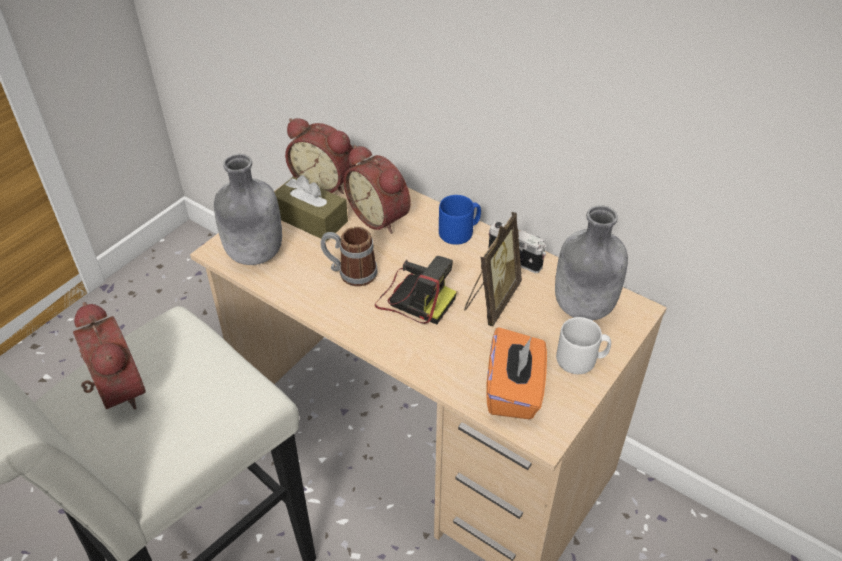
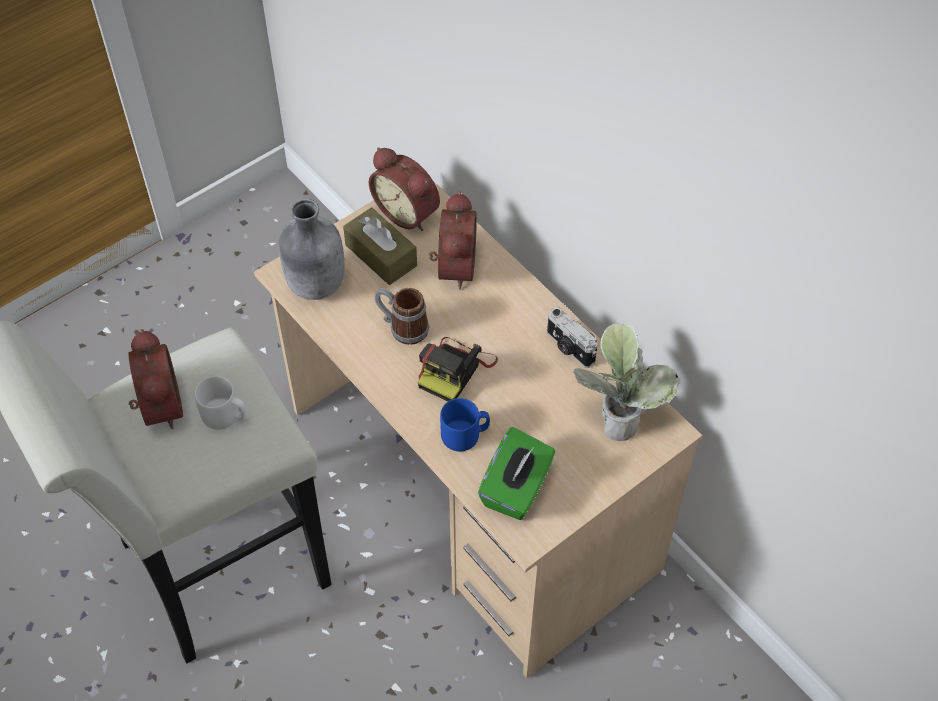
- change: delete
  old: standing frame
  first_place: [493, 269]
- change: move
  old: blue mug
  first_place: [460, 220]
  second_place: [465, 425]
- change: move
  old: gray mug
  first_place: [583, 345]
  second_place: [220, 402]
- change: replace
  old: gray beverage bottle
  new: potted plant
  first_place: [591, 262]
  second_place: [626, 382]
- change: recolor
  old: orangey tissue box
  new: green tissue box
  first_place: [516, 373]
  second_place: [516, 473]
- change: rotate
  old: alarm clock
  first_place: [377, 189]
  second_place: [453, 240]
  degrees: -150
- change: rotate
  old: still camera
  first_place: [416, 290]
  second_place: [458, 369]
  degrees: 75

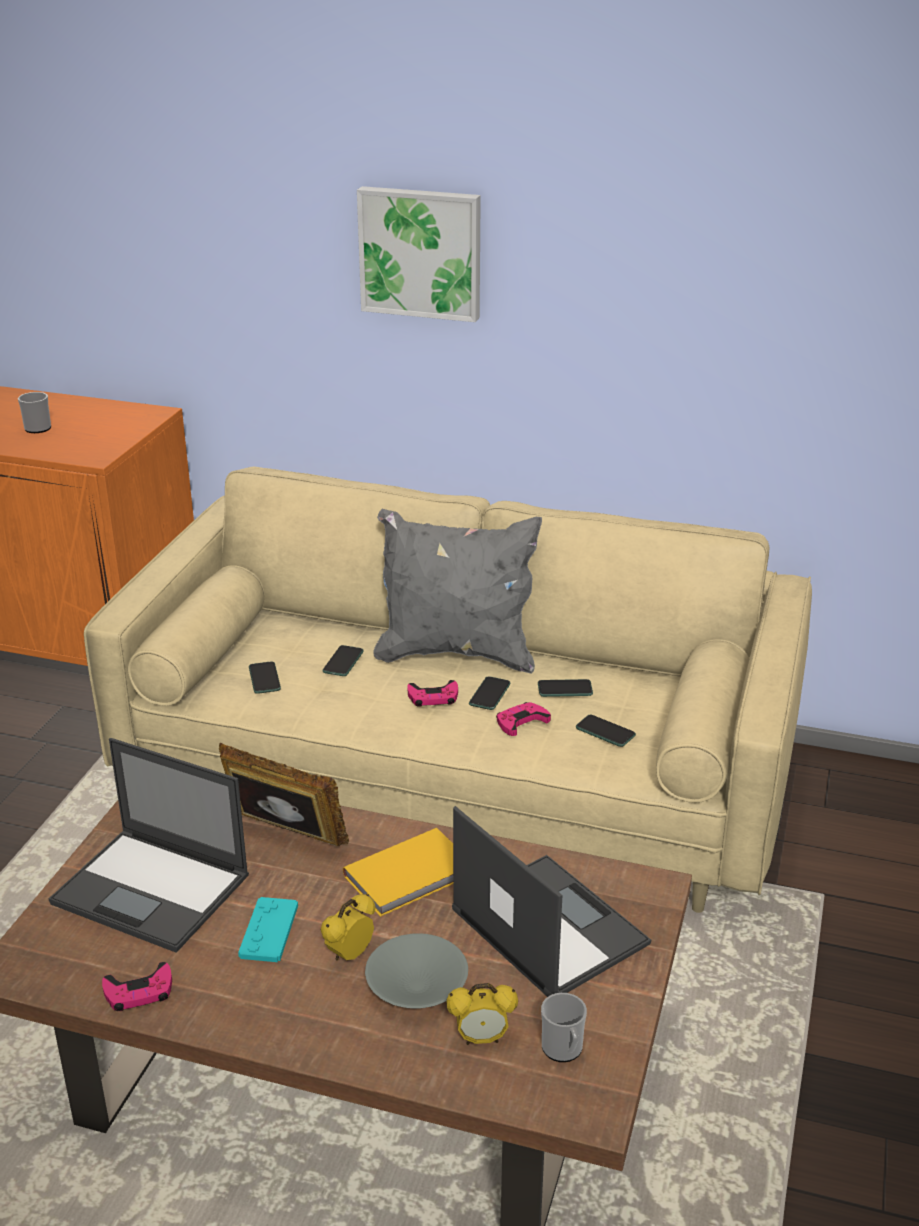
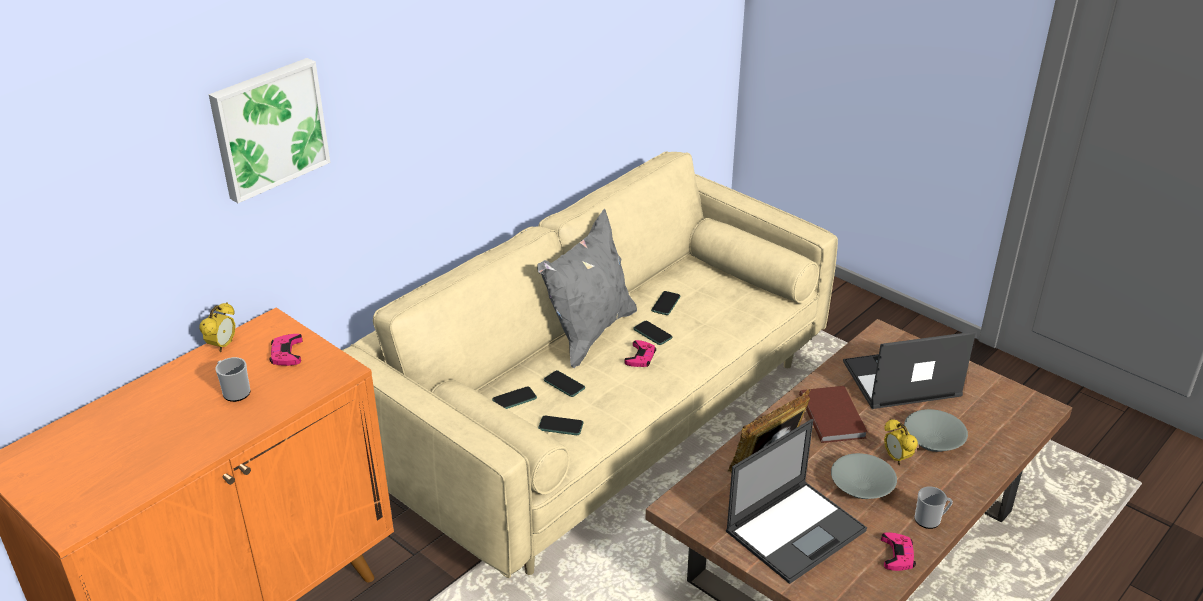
- change: move
  old: wall picture
  first_place: [419, 254]
  second_place: [269, 130]
- change: move
  old: alarm clock
  first_place: [482, 1014]
  second_place: [217, 327]
- change: move
  old: pink-coloured joypad
  first_place: [523, 719]
  second_place: [286, 350]
- change: move
  old: mug
  first_place: [564, 1027]
  second_place: [934, 507]
- change: move
  old: handset
  first_place: [606, 731]
  second_place: [514, 397]
- change: replace
  old: turquoise-coloured joypad
  new: gray bowl
  first_place: [268, 929]
  second_place: [864, 476]
- change: recolor
  old: yellowish volume
  new: brownish volume
  first_place: [398, 872]
  second_place: [833, 414]

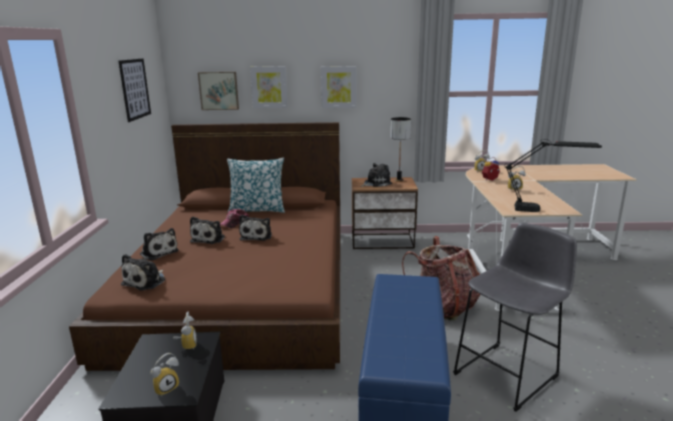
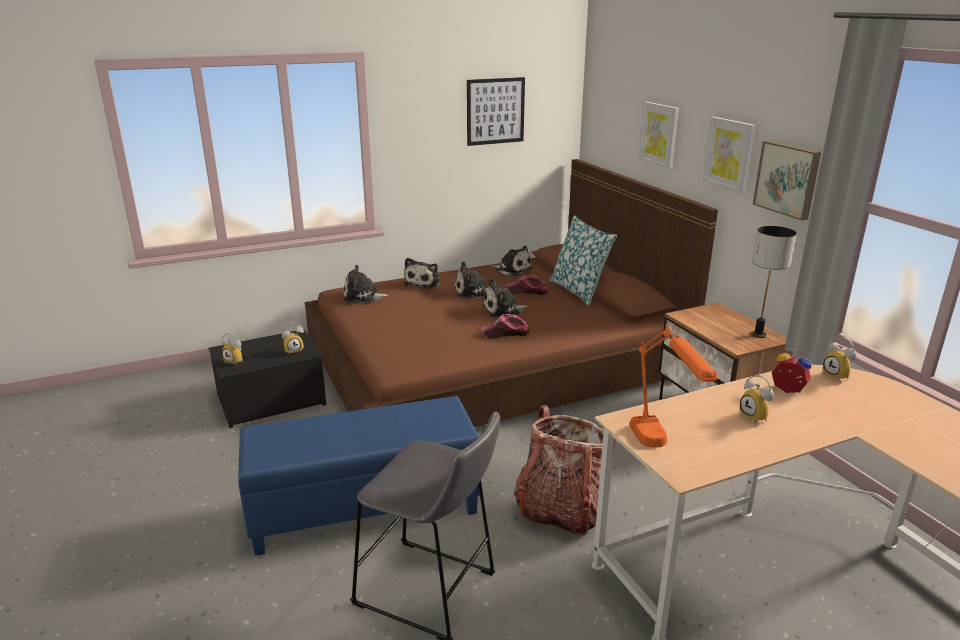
- change: insert
  new: peaked cap
  second_place: [505, 326]
- change: move
  old: wall picture
  first_place: [218, 91]
  second_place: [787, 181]
- change: move
  old: soft toy
  first_place: [376, 175]
  second_place: [511, 261]
- change: recolor
  old: black tabletop lamp
  new: orangey tabletop lamp
  first_place: [553, 175]
  second_place: [673, 385]

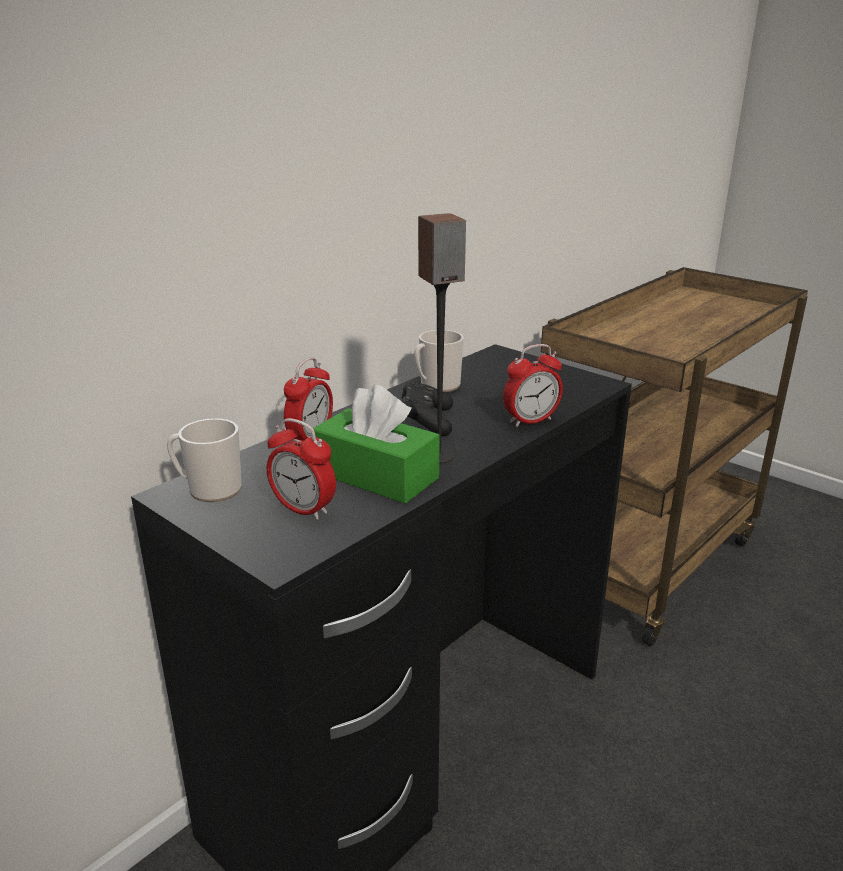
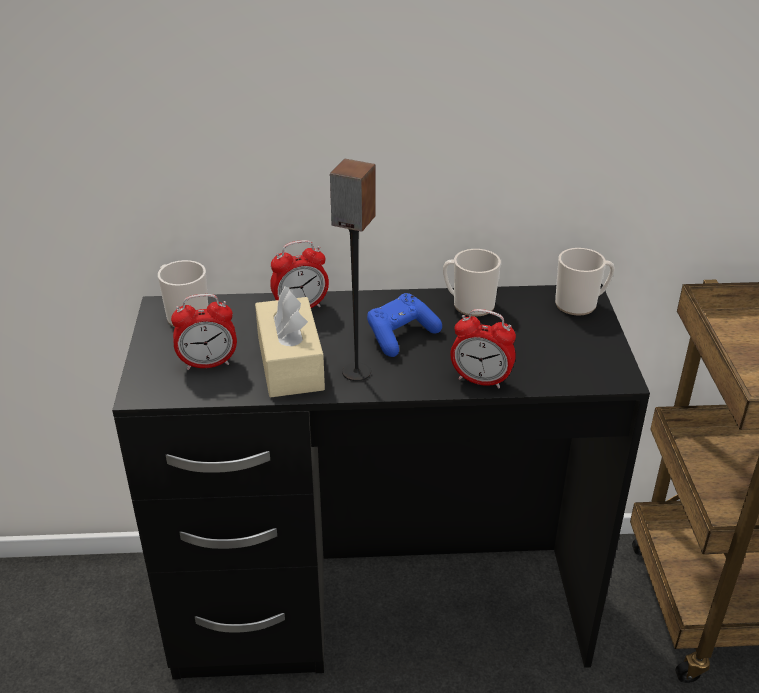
- change: insert
  new: mug
  second_place: [585, 282]
- change: recolor
  old: green tissue box
  new: beige-coloured tissue box
  first_place: [376, 444]
  second_place: [290, 342]
- change: recolor
  old: black joypad
  new: blue joypad
  first_place: [427, 409]
  second_place: [404, 325]
- change: rotate
  old: alarm clock
  first_place: [301, 469]
  second_place: [204, 332]
  degrees: -90

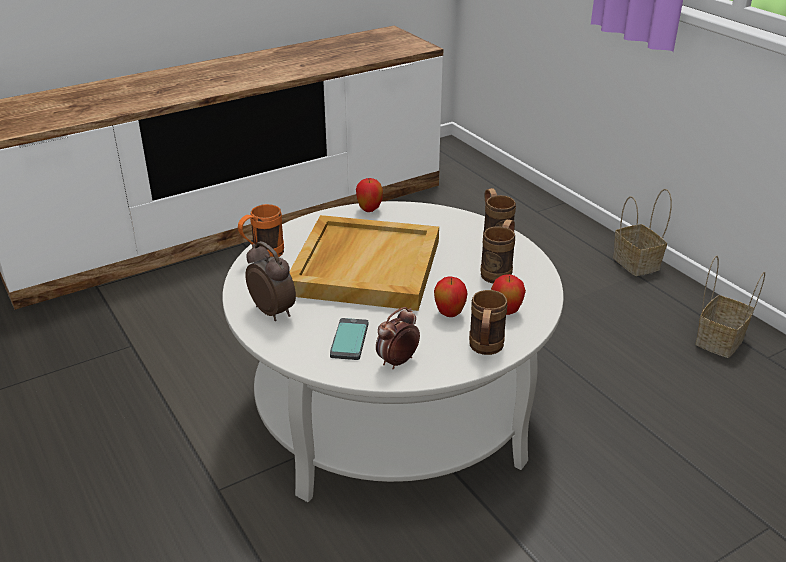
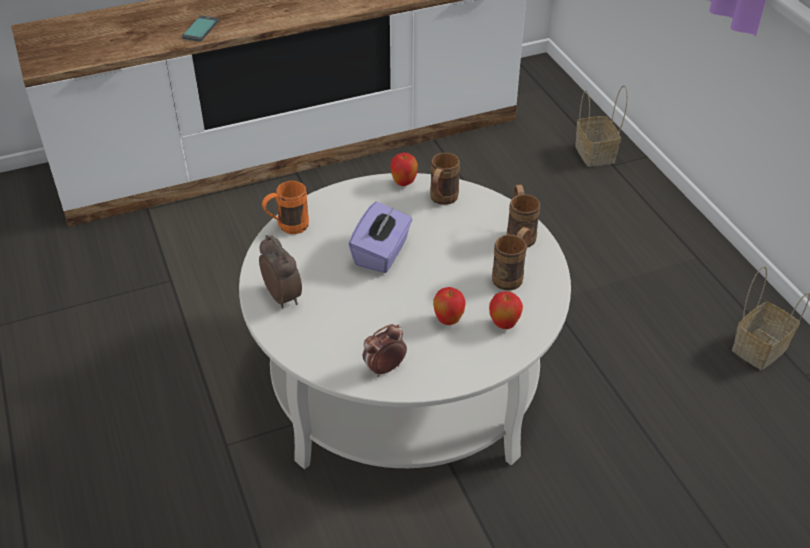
- change: move
  old: handset
  first_place: [349, 339]
  second_place: [200, 28]
- change: move
  old: brownish mug
  first_place: [488, 322]
  second_place: [445, 179]
- change: move
  old: storage basket
  first_place: [642, 232]
  second_place: [601, 126]
- change: replace
  old: beige-coloured carrying tray
  new: purple-coloured tissue box
  first_place: [364, 263]
  second_place: [380, 237]

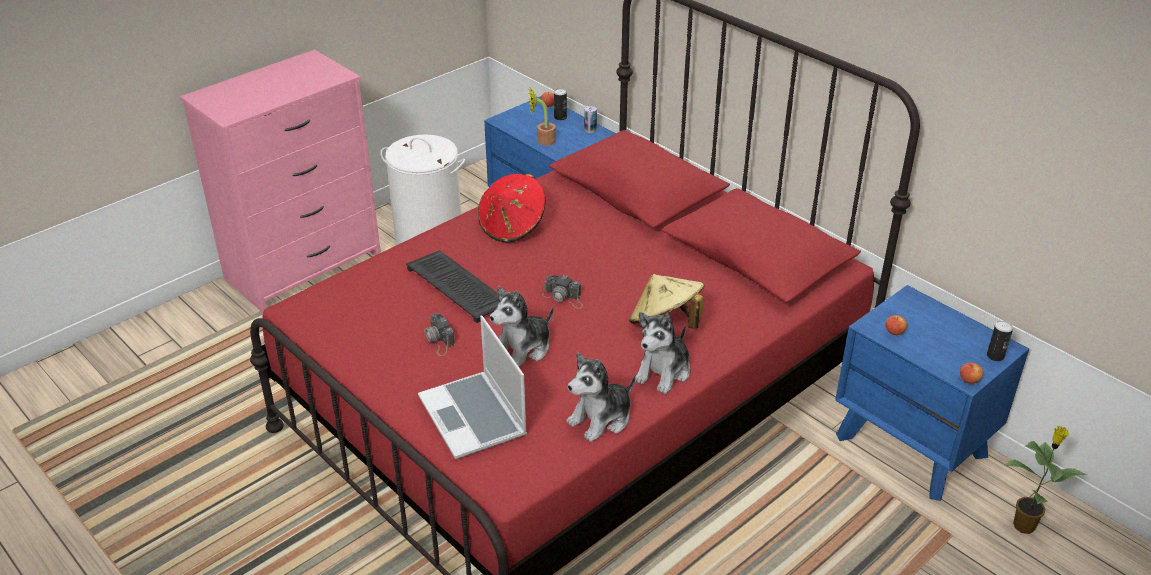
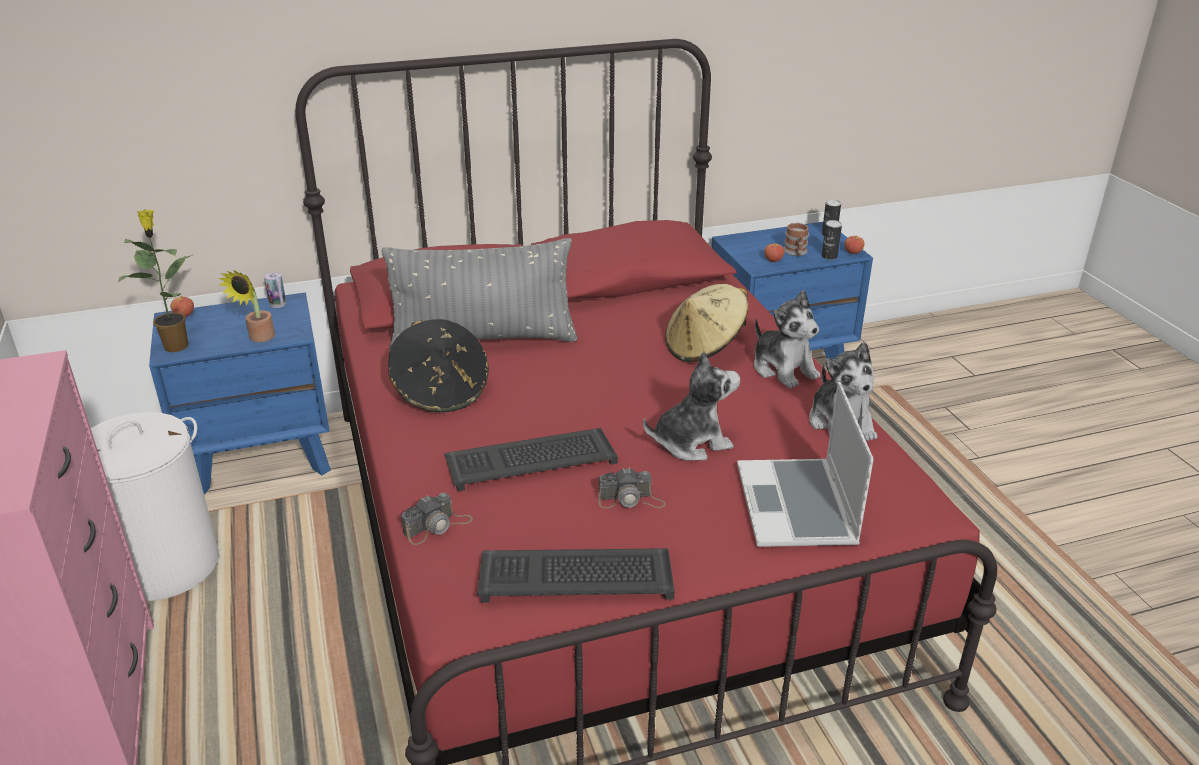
- change: insert
  new: gray cushion
  second_place: [480, 294]
- change: insert
  new: PC keyboard
  second_place: [576, 575]
- change: insert
  new: mug
  second_place: [796, 239]
- change: move
  old: still camera
  first_place: [562, 292]
  second_place: [437, 518]
- change: move
  old: sealed can
  first_place: [560, 104]
  second_place: [832, 240]
- change: move
  old: potted plant
  first_place: [1046, 480]
  second_place: [156, 280]
- change: recolor
  old: red-coloured clothing hat
  new: black clothing hat
  first_place: [512, 208]
  second_place: [438, 366]
- change: rotate
  old: notebook computer
  first_place: [472, 387]
  second_place: [805, 464]
  degrees: 90
- change: rotate
  old: soft toy
  first_place: [521, 326]
  second_place: [691, 406]
  degrees: -90

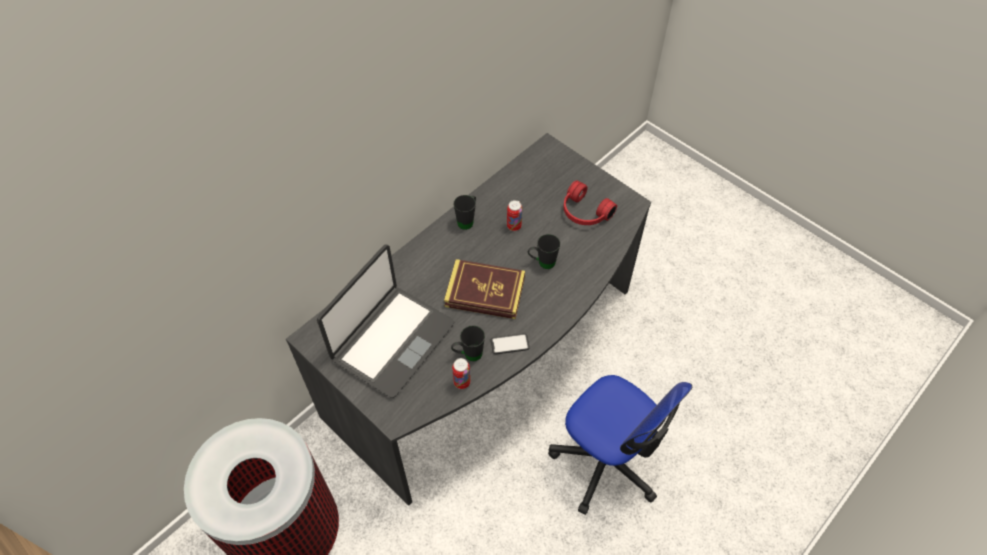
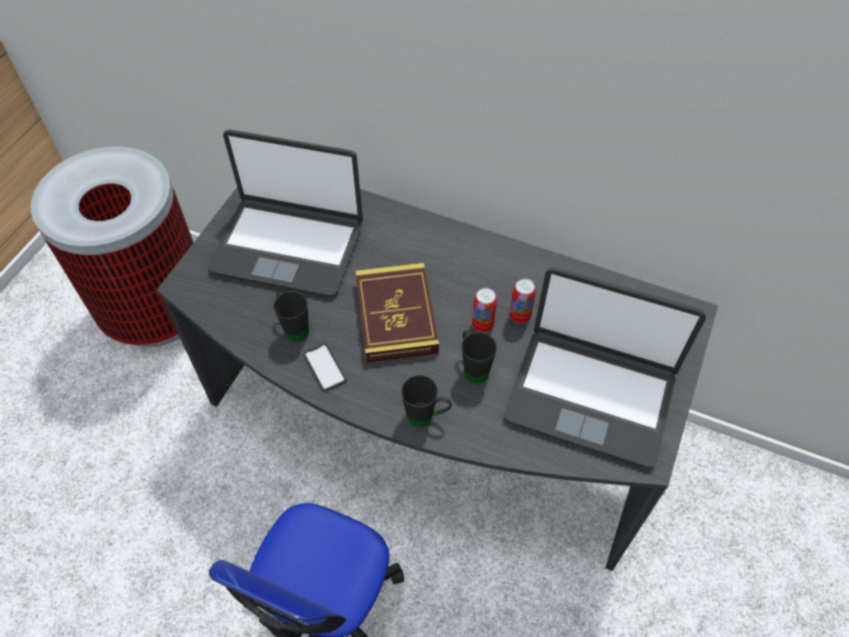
- change: move
  old: sealed can
  first_place: [461, 373]
  second_place: [484, 310]
- change: move
  old: black mug
  first_place: [465, 212]
  second_place: [426, 401]
- change: replace
  old: red-coloured headset
  new: notebook computer
  first_place: [590, 202]
  second_place: [605, 367]

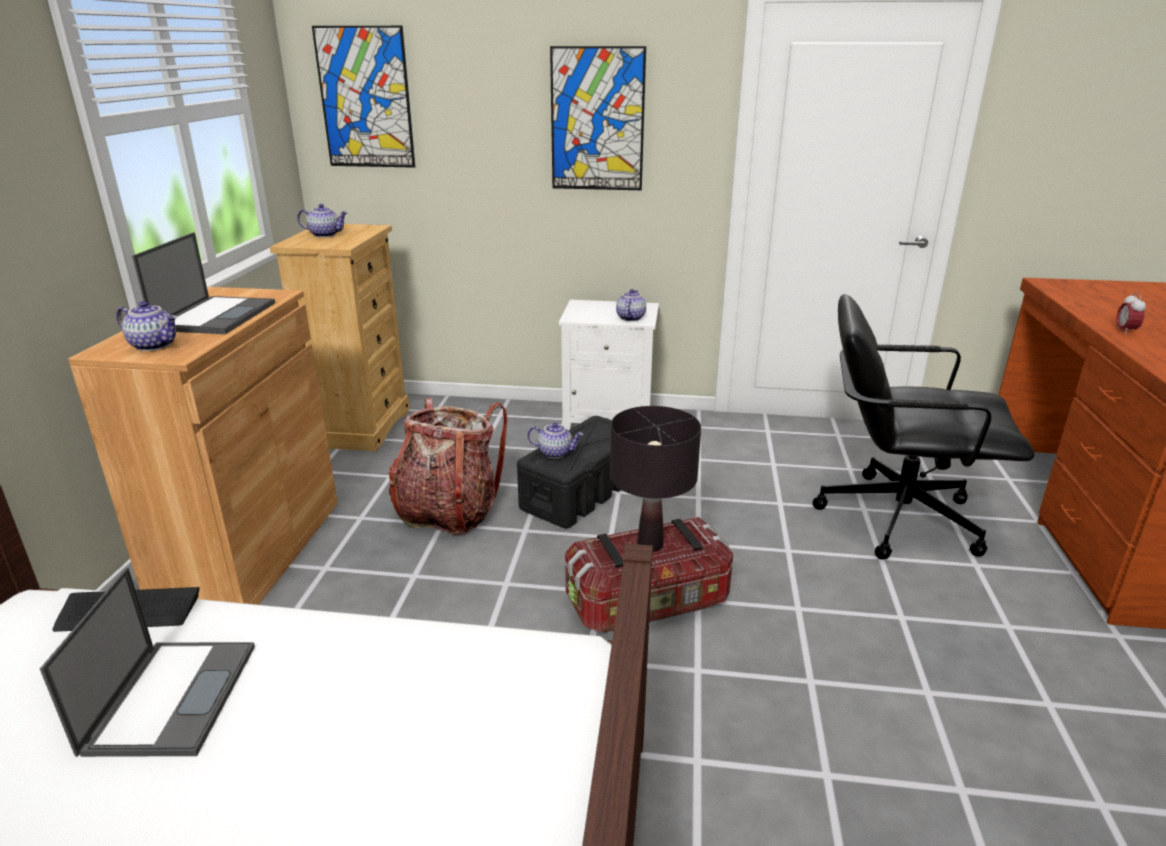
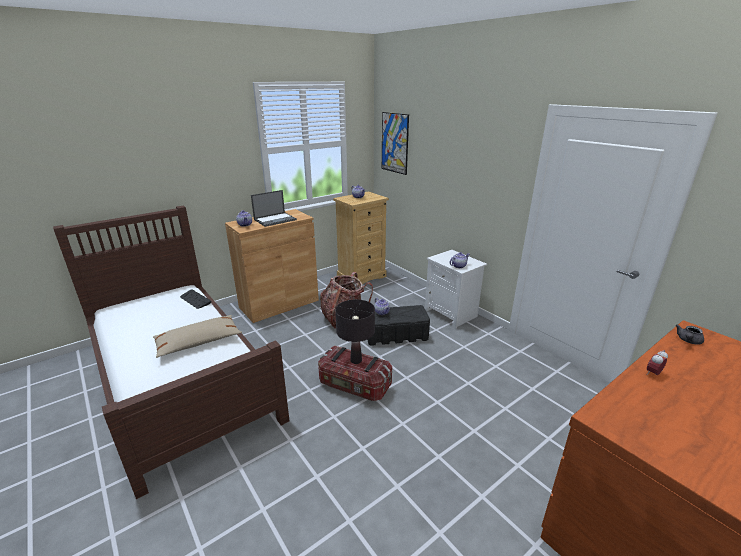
- change: delete
  old: notebook computer
  first_place: [147, 662]
- change: delete
  old: wall picture
  first_place: [598, 118]
- change: delete
  old: black desk chair
  first_place: [923, 427]
- change: insert
  new: beige-coloured cushion
  second_place: [197, 336]
- change: insert
  new: gray pot for tea
  second_place: [689, 334]

